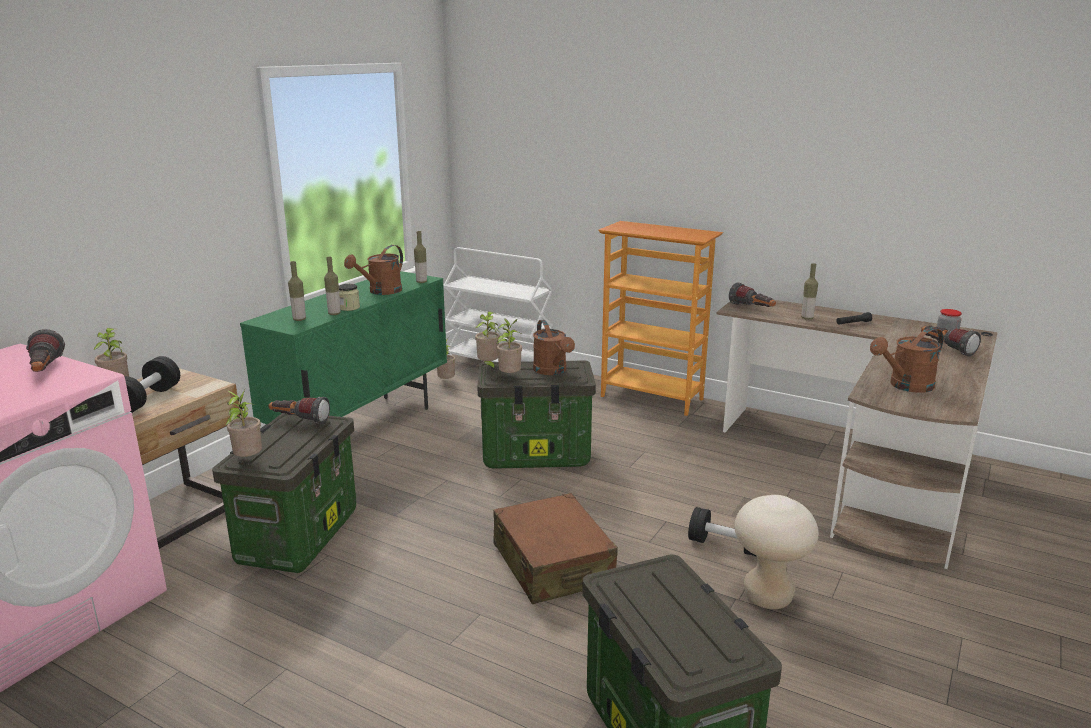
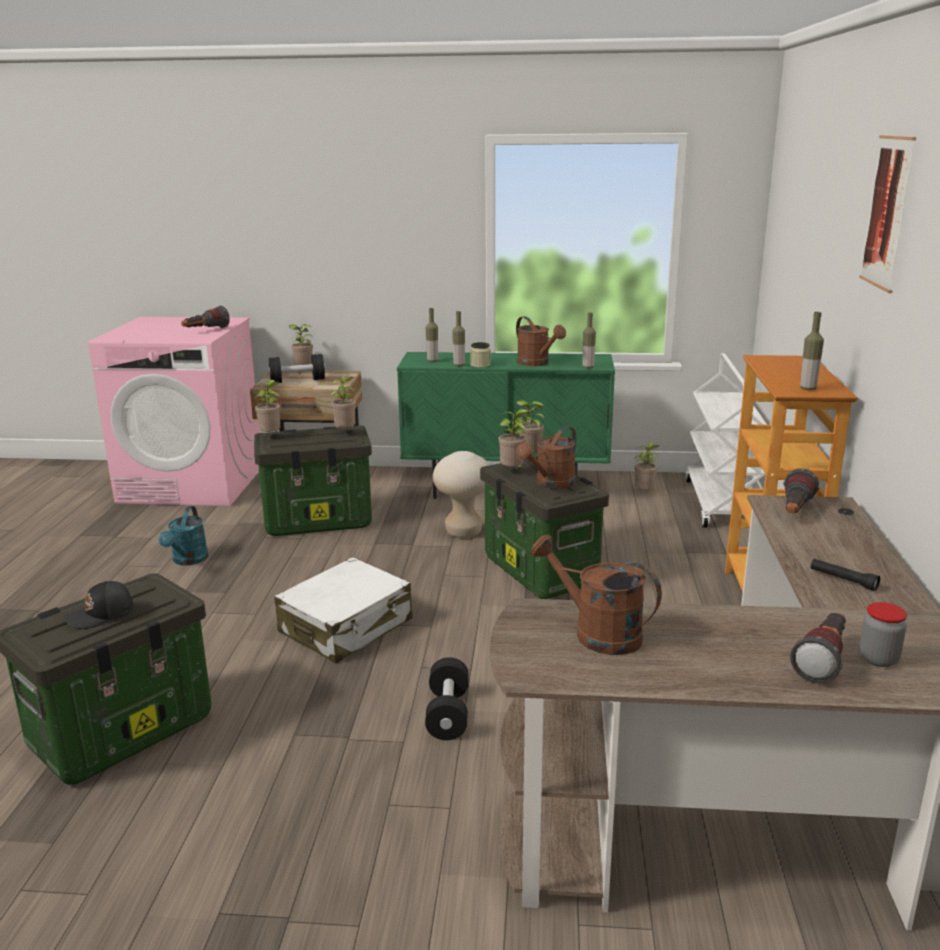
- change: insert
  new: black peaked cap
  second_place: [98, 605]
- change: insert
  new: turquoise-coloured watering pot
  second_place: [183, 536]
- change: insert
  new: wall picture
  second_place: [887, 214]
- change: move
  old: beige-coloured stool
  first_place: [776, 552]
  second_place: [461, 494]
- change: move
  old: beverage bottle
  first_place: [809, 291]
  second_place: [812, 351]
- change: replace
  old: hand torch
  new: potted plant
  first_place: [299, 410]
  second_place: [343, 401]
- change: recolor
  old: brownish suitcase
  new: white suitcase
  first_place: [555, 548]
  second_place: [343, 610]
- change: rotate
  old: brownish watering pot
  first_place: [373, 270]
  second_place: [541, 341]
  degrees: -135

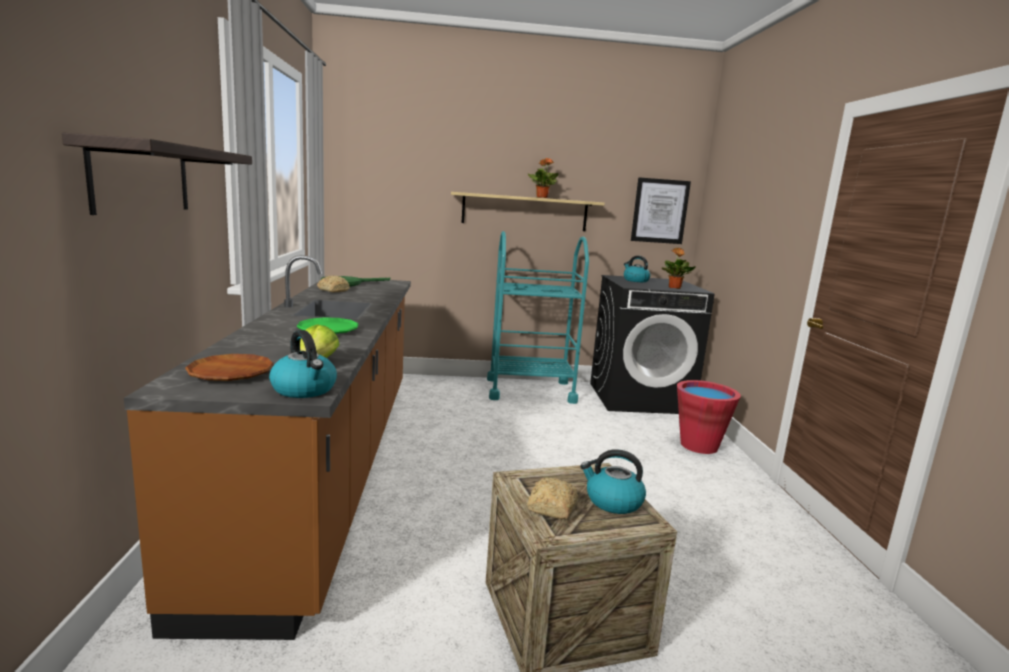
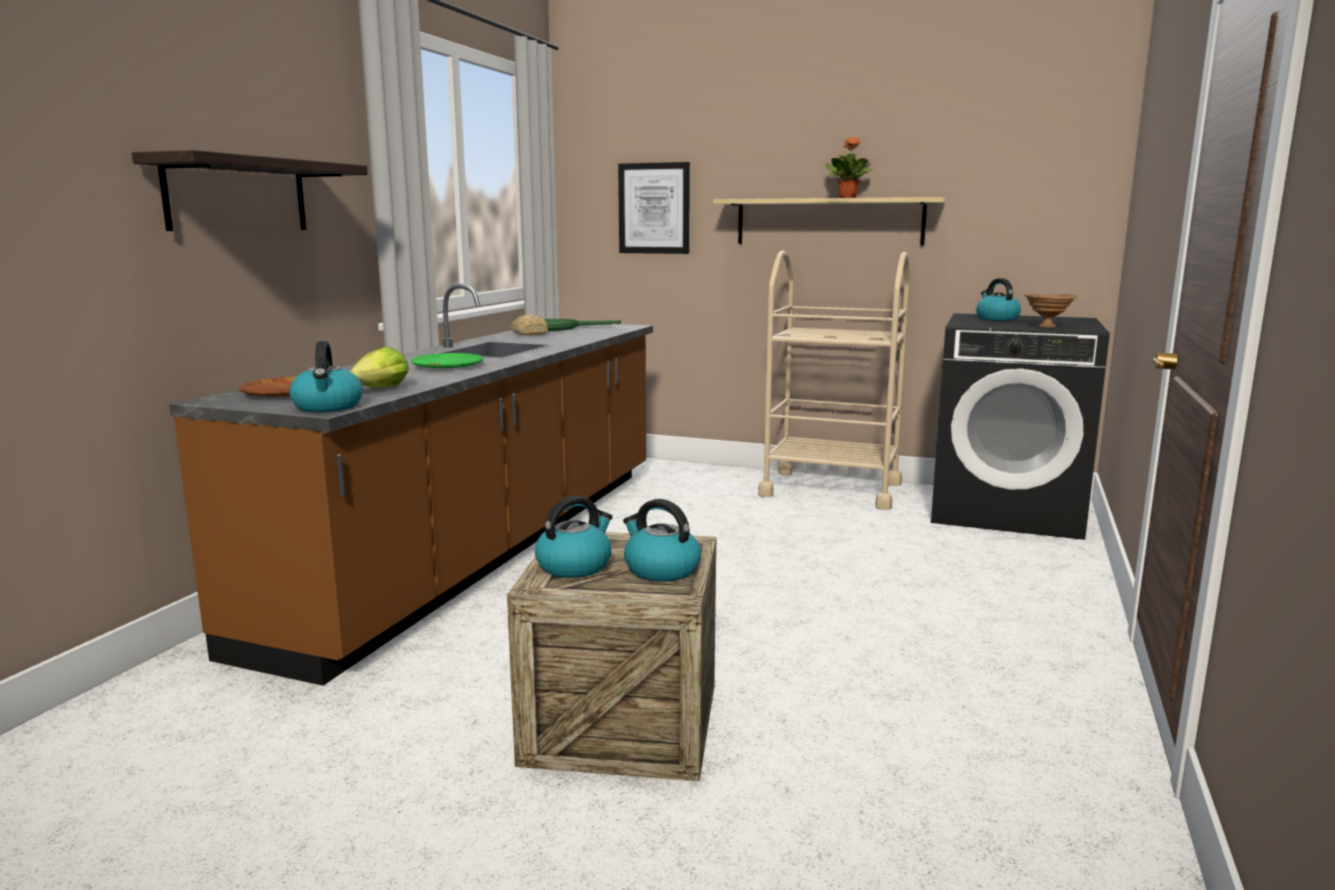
- change: delete
  old: red-coloured water bucket
  first_place: [709, 417]
- change: move
  old: wall picture
  first_place: [661, 210]
  second_place: [654, 208]
- change: replace
  old: bread
  new: tea kettle
  first_place: [552, 498]
  second_place: [574, 537]
- change: replace
  old: potted plant
  new: brownish bowl
  first_place: [679, 268]
  second_place: [1050, 311]
- change: recolor
  old: turquoise-coloured wheeled cart
  new: beige-coloured wheeled cart
  first_place: [538, 317]
  second_place: [834, 380]

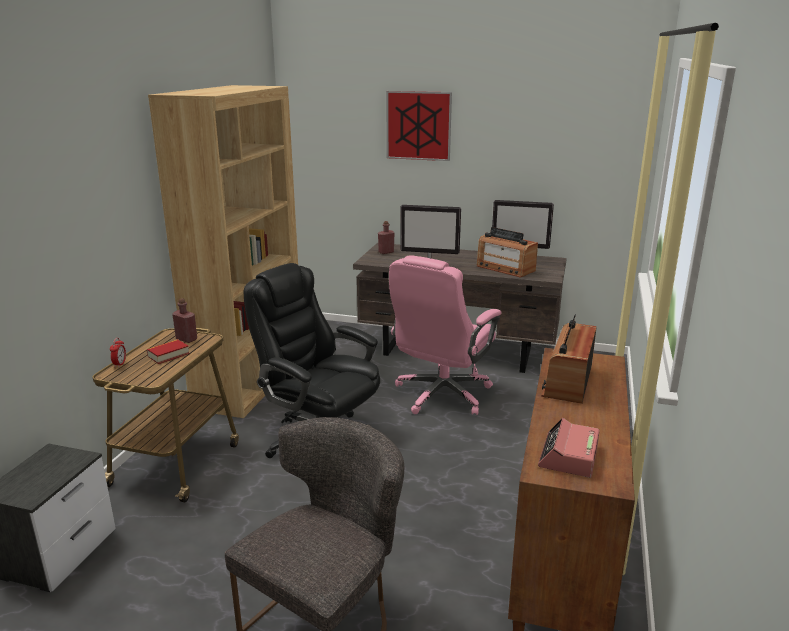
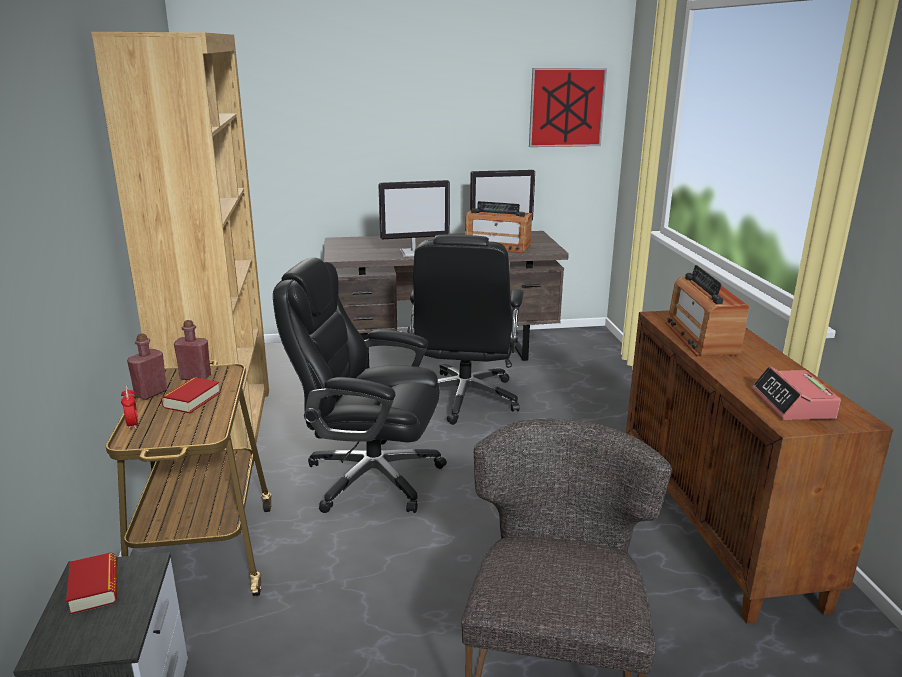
- change: insert
  new: volume
  second_place: [91, 583]
- change: move
  old: red-coloured beverage bottle
  first_place: [386, 237]
  second_place: [147, 366]
- change: move
  old: wall picture
  first_place: [419, 126]
  second_place: [568, 107]
- change: recolor
  old: pink-coloured desk chair
  new: black desk chair
  first_place: [445, 335]
  second_place: [466, 330]

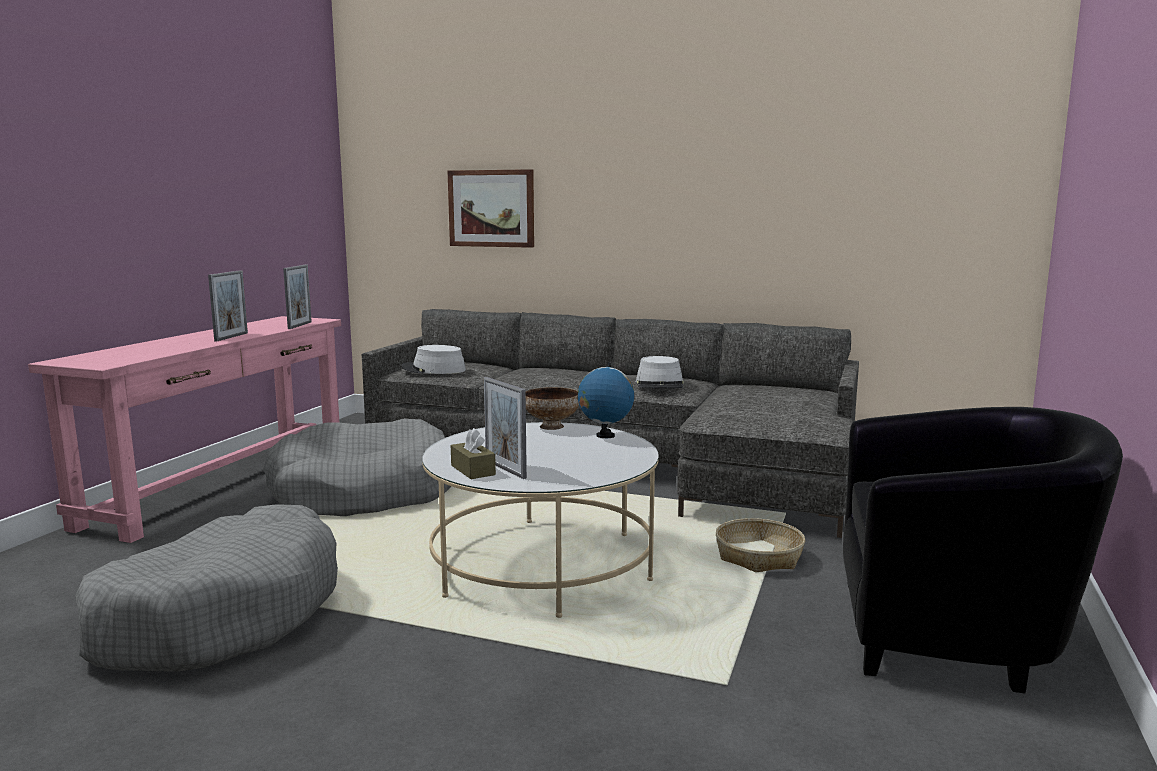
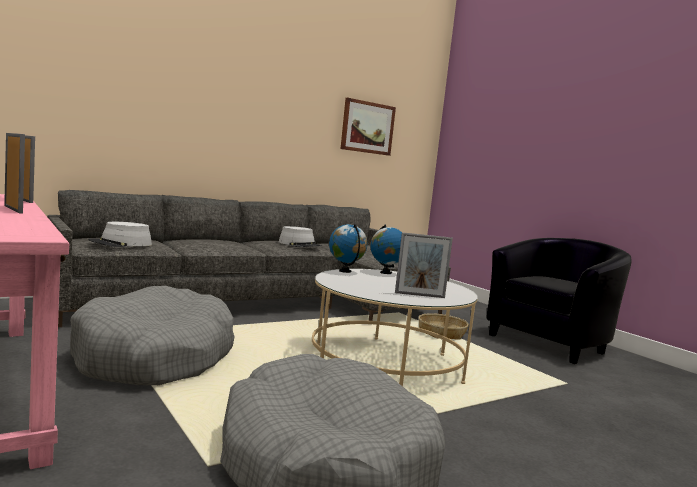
- change: delete
  old: brownish tissue box
  first_place: [473, 453]
- change: move
  old: wall picture
  first_place: [491, 208]
  second_place: [368, 127]
- change: replace
  old: bowl
  new: desk globe
  first_place: [552, 408]
  second_place: [348, 248]

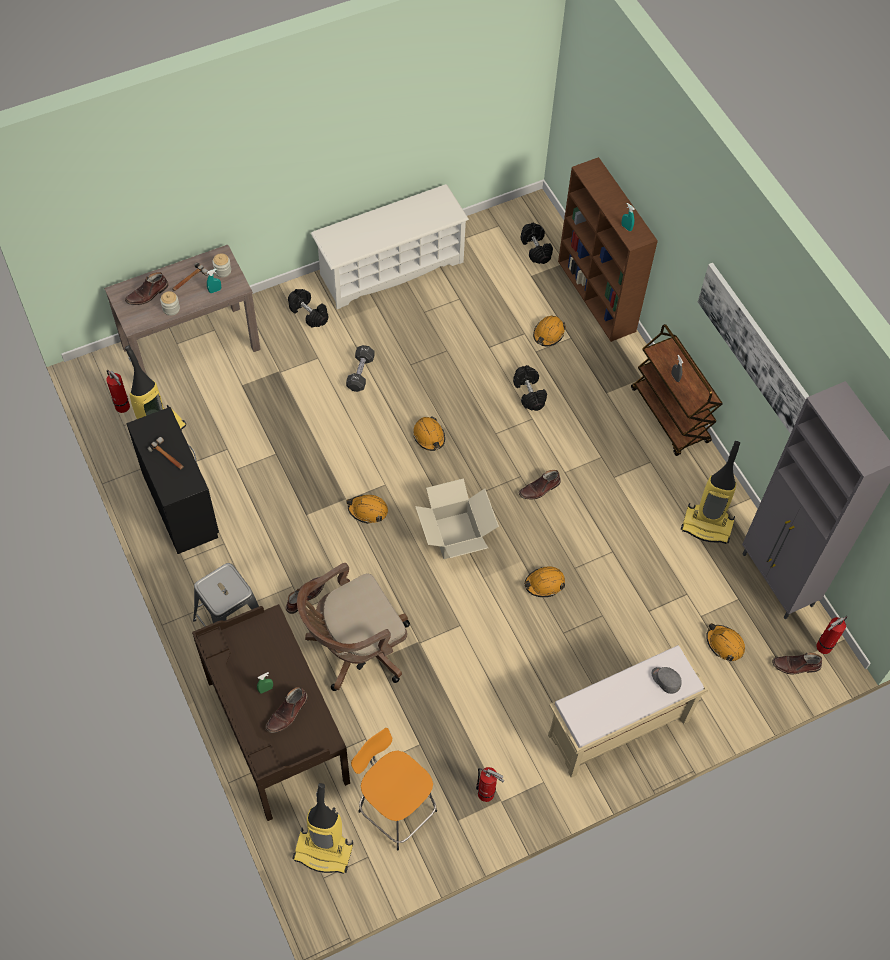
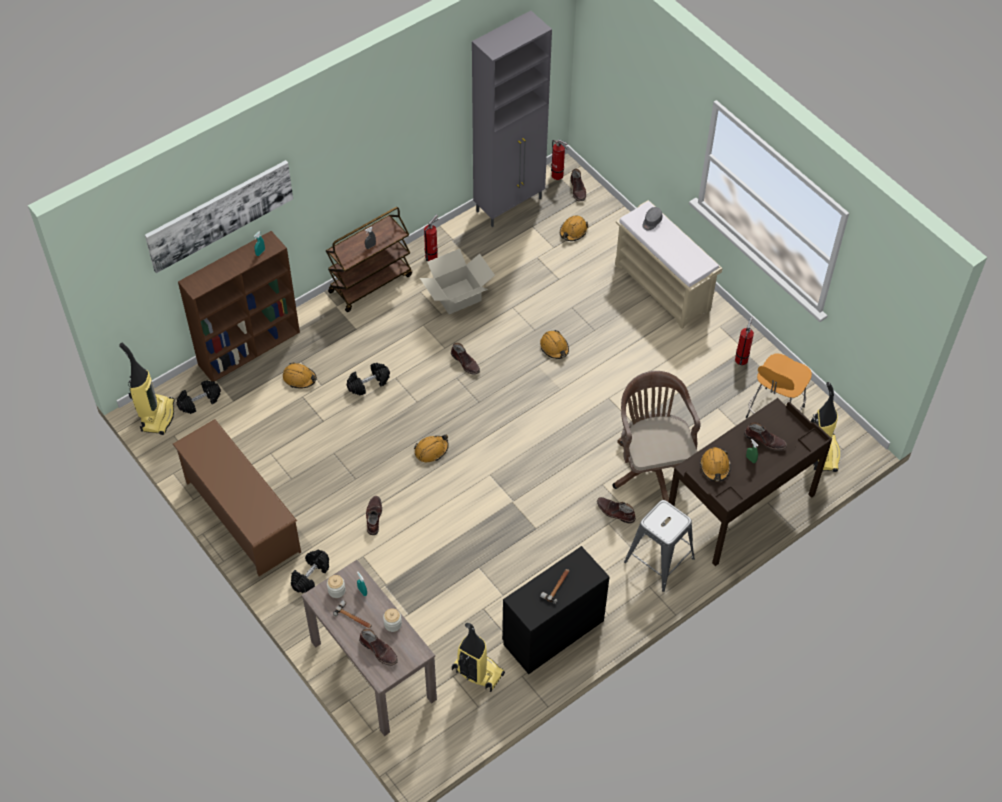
- change: move
  old: extinguisher
  first_place: [118, 391]
  second_place: [431, 237]
- change: move
  old: orangey work helmet
  first_place: [367, 509]
  second_place: [715, 464]
- change: move
  old: carton
  first_place: [457, 518]
  second_place: [457, 281]
- change: move
  old: vacuum
  first_place: [710, 492]
  second_place: [147, 389]
- change: move
  old: wall picture
  first_place: [753, 348]
  second_place: [219, 216]
- change: replace
  old: black dumbbell
  new: brownish boot
  first_place: [360, 368]
  second_place: [374, 515]
- change: recolor
  old: white shoe stand
  new: brownish shoe stand
  first_place: [390, 246]
  second_place: [237, 497]
- change: rotate
  old: brownish desk chair
  first_place: [353, 627]
  second_place: [656, 436]
  degrees: -150

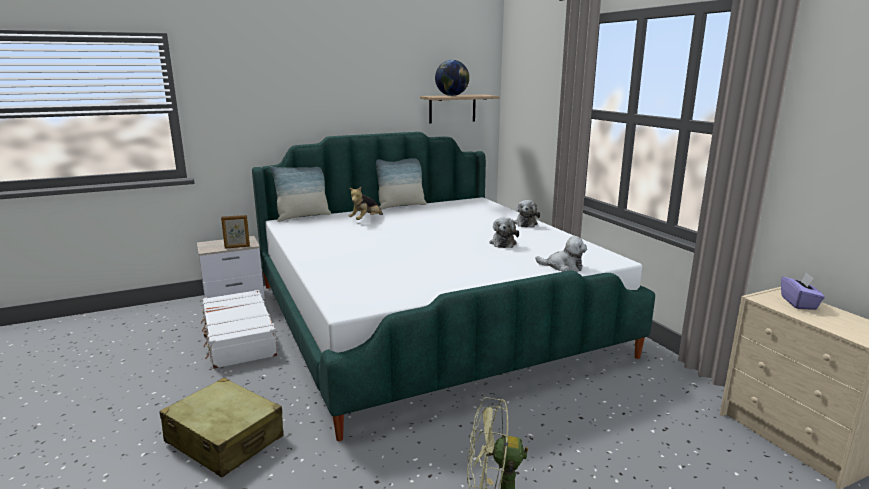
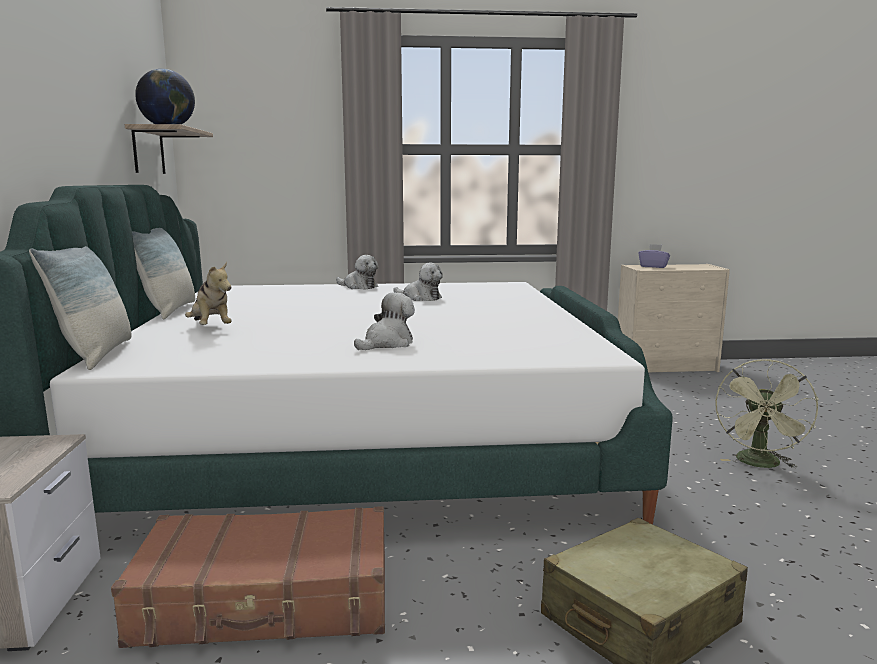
- change: delete
  old: standing frame
  first_place: [235, 232]
- change: move
  old: soft toy
  first_place: [561, 254]
  second_place: [384, 321]
- change: recolor
  old: white suitcase
  new: brownish suitcase
  first_place: [239, 329]
  second_place: [248, 577]

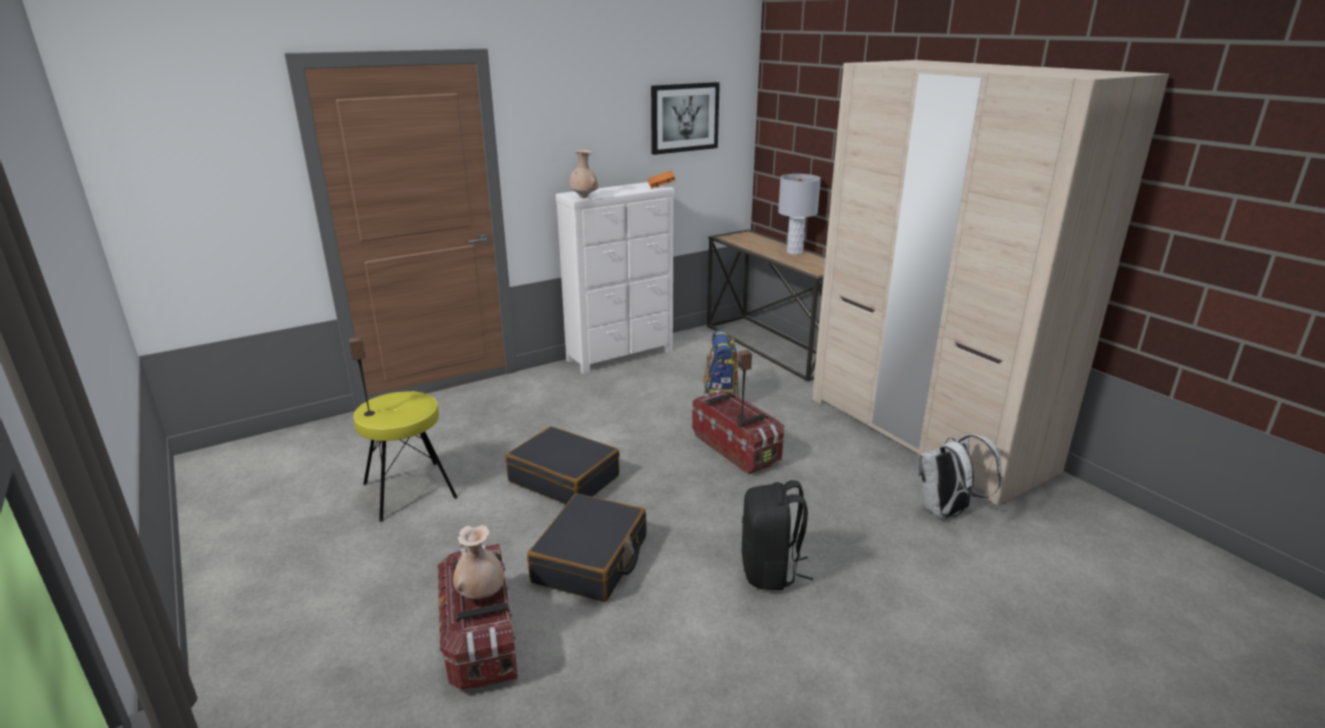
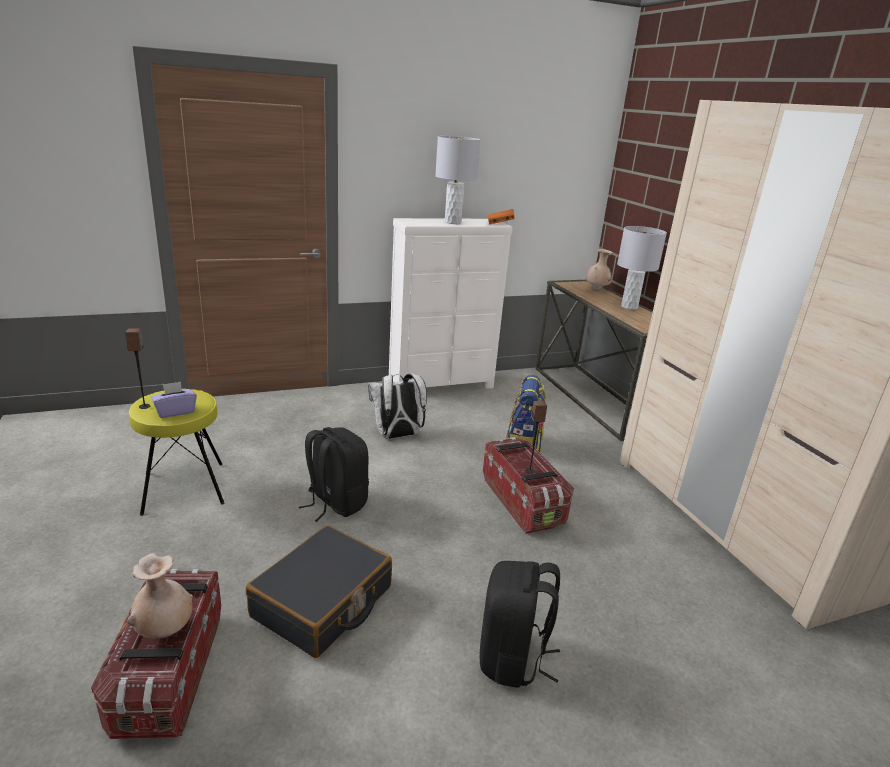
- change: delete
  old: wall picture
  first_place: [685, 118]
- change: insert
  new: purple-coloured tissue box
  second_place: [174, 400]
- change: insert
  new: gray tabletop lamp
  second_place: [458, 180]
- change: move
  old: beige-coloured decorative vase
  first_place: [583, 174]
  second_place: [599, 269]
- change: move
  old: white rucksack
  first_place: [959, 476]
  second_place: [397, 406]
- change: replace
  old: black suitcase
  new: black rucksack
  first_place: [562, 465]
  second_place: [334, 474]

